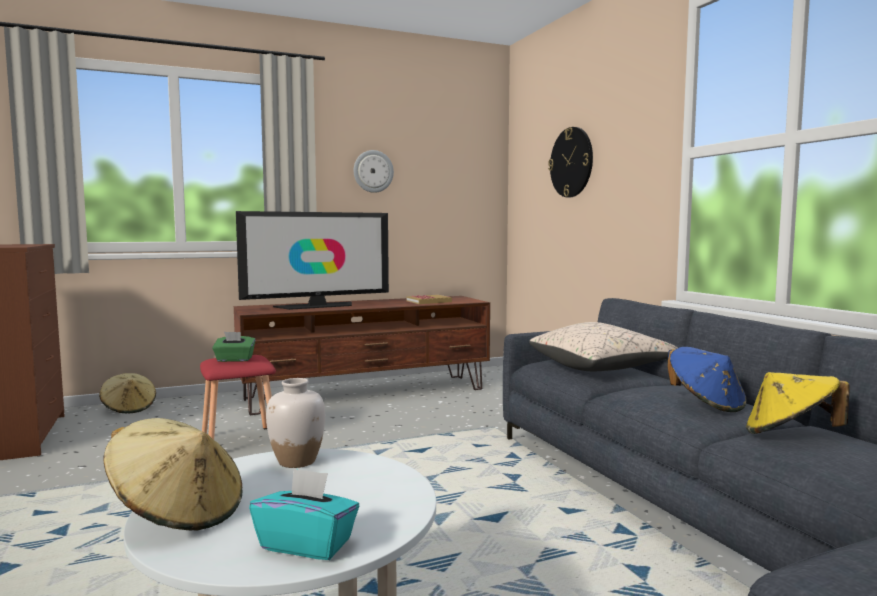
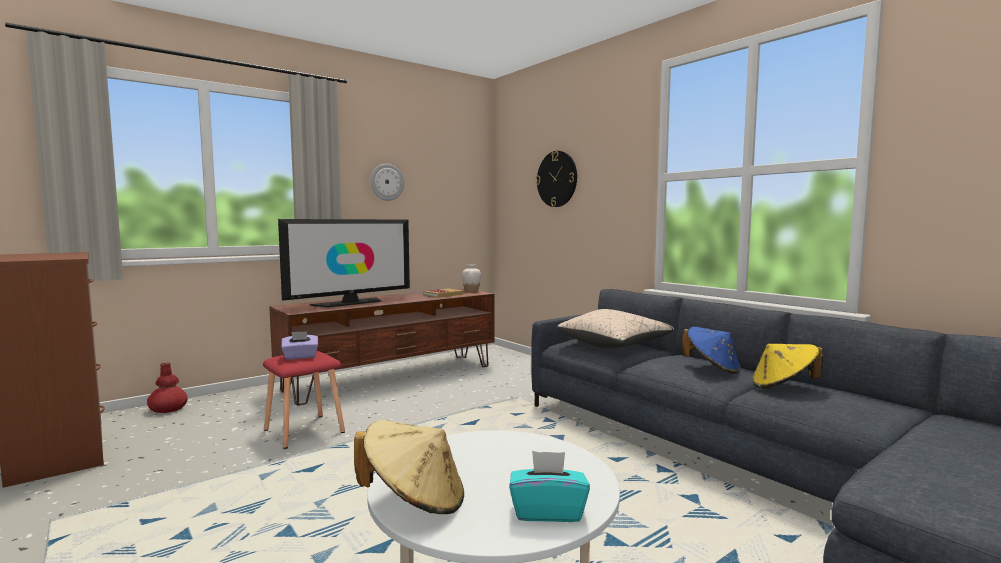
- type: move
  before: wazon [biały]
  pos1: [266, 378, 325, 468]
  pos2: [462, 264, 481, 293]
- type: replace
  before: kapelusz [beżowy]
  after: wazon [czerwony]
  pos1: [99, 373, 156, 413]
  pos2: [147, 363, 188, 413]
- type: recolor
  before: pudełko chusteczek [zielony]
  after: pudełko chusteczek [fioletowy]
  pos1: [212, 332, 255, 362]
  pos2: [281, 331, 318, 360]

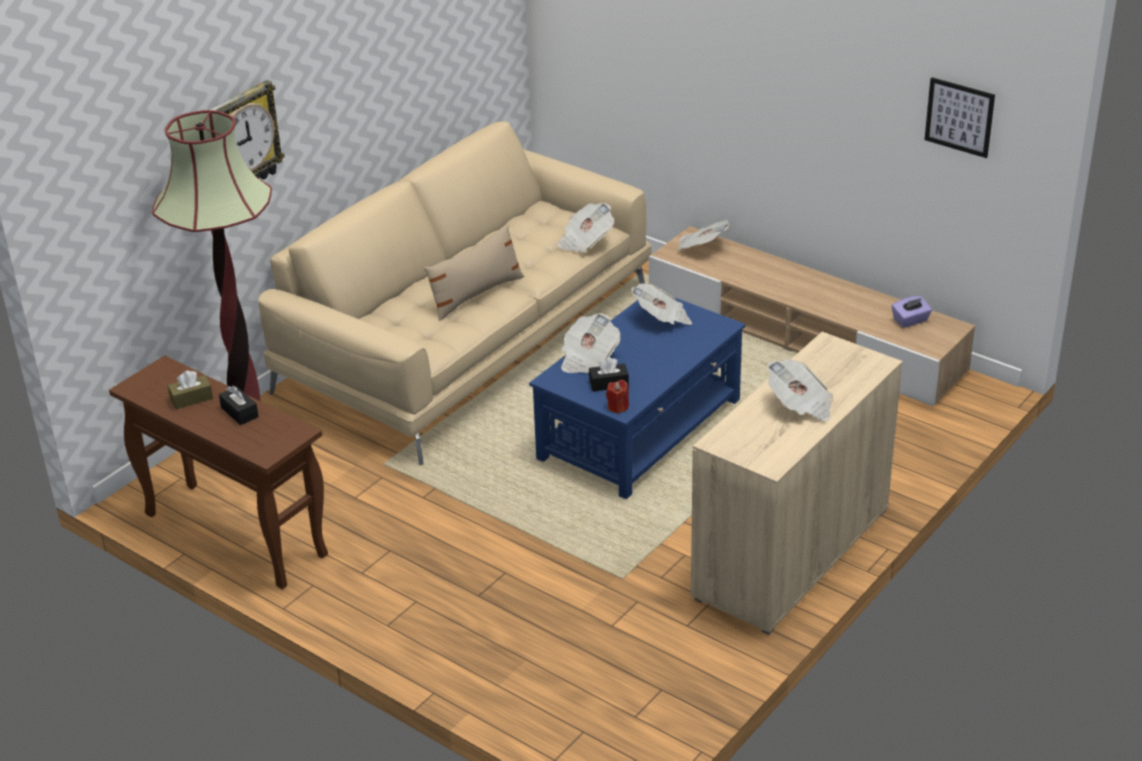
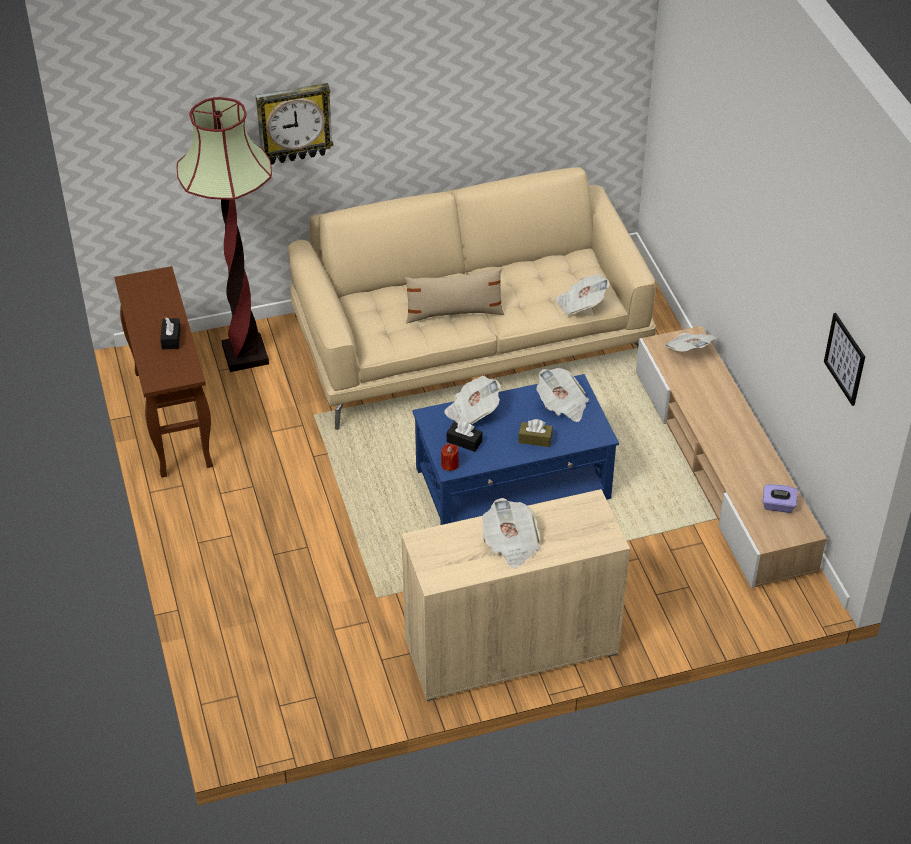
- type: move
  before: pudełko chusteczek [brązowy]
  pos1: [168, 370, 213, 409]
  pos2: [518, 419, 553, 447]

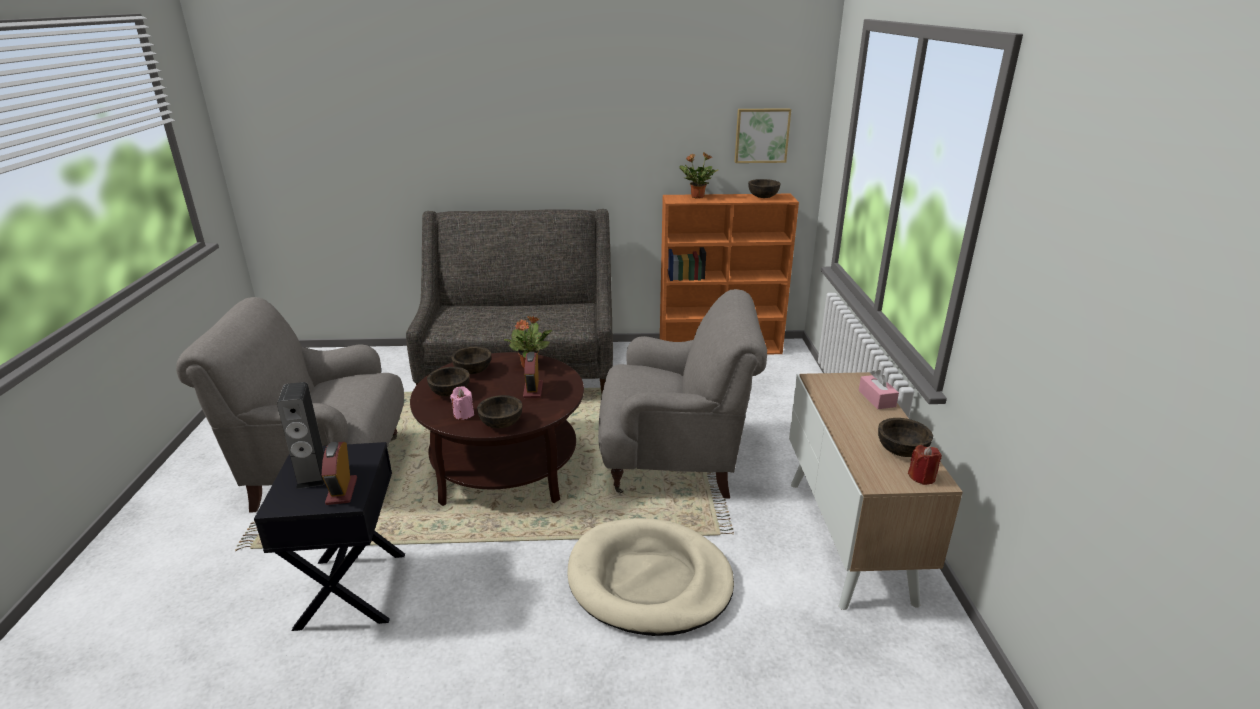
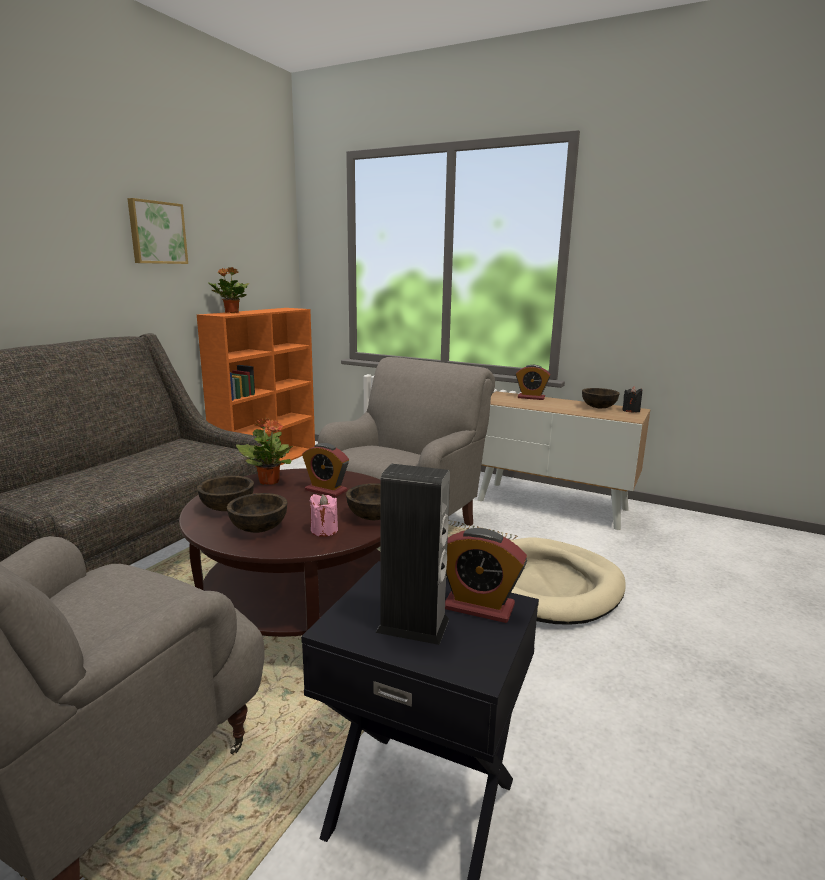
- type: delete
  before: miska [brązowy]
  pos1: [748, 179, 781, 198]
- type: move
  before: obraz
  pos1: [735, 108, 791, 163]
  pos2: [127, 198, 188, 264]
- type: replace
  before: pudełko chusteczek [różowy]
  after: budzik
  pos1: [859, 370, 899, 409]
  pos2: [516, 365, 551, 400]
- type: recolor
  before: świeca [czerwony]
  after: świeca [czarny]
  pos1: [908, 445, 942, 485]
  pos2: [622, 386, 642, 413]

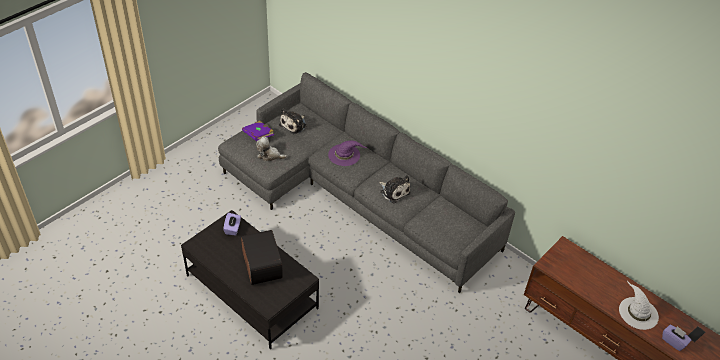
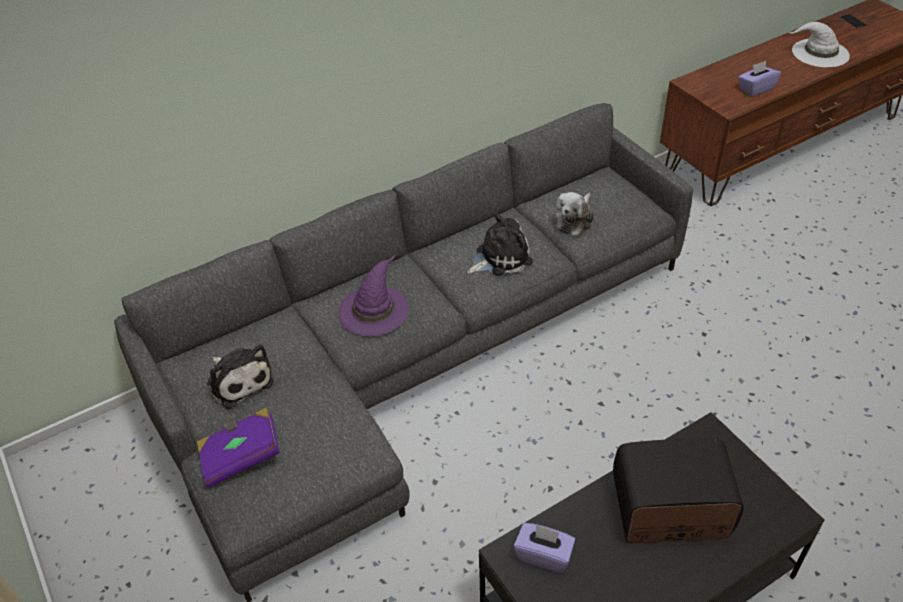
- type: move
  before: pluszak
  pos1: [256, 137, 287, 162]
  pos2: [555, 192, 594, 237]
- type: move
  before: pudełko chusteczek [fioletowy]
  pos1: [662, 325, 691, 351]
  pos2: [738, 61, 781, 97]

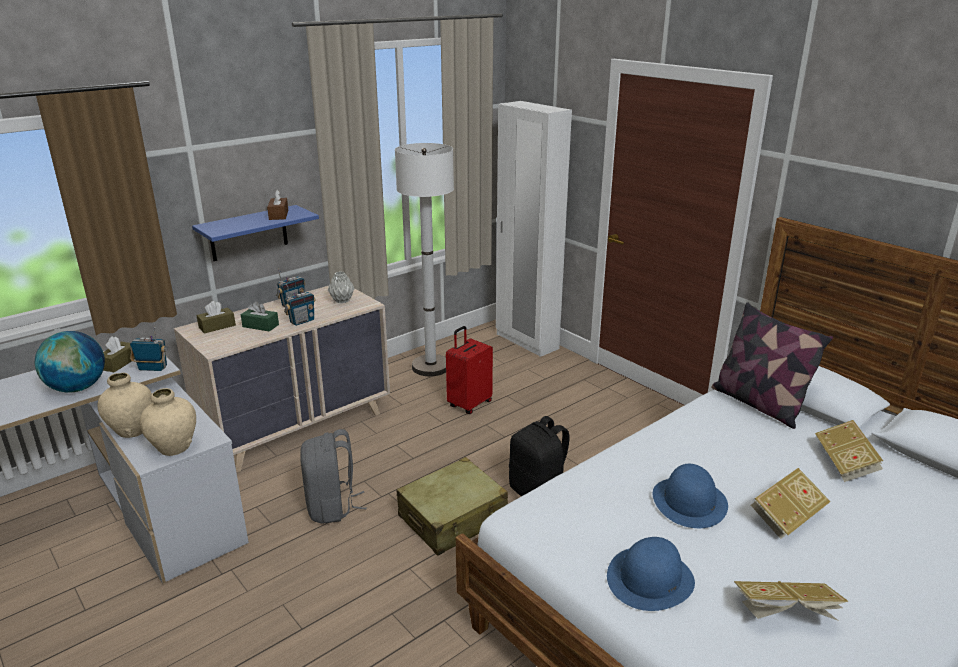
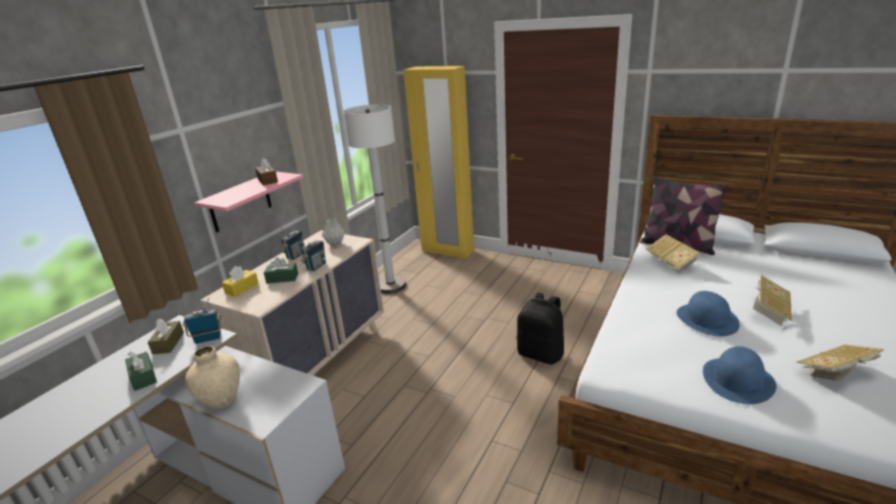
- type: delete
  before: wazon [beżowy]
  pos1: [140, 388, 196, 456]
- type: delete
  before: plecak [szary]
  pos1: [300, 429, 367, 523]
- type: delete
  before: walizka [beżowy]
  pos1: [397, 457, 508, 556]
- type: delete
  before: walizka [czerwony]
  pos1: [446, 326, 493, 414]
- type: move
  before: książka
  pos1: [815, 420, 883, 482]
  pos2: [646, 234, 700, 274]
- type: replace
  before: globus
  after: pudełko chusteczek [zielony]
  pos1: [35, 331, 105, 392]
  pos2: [125, 351, 157, 391]
- type: recolor
  before: półka [niebieski]
  after: półka [różowy]
  pos1: [192, 205, 319, 261]
  pos2: [194, 172, 304, 233]
- type: recolor
  before: pudełko chusteczek [brązowy]
  after: pudełko chusteczek [żółty]
  pos1: [197, 301, 236, 334]
  pos2: [222, 266, 259, 297]
- type: recolor
  before: szafa [biały]
  after: szafa [żółty]
  pos1: [496, 101, 572, 357]
  pos2: [403, 66, 474, 259]

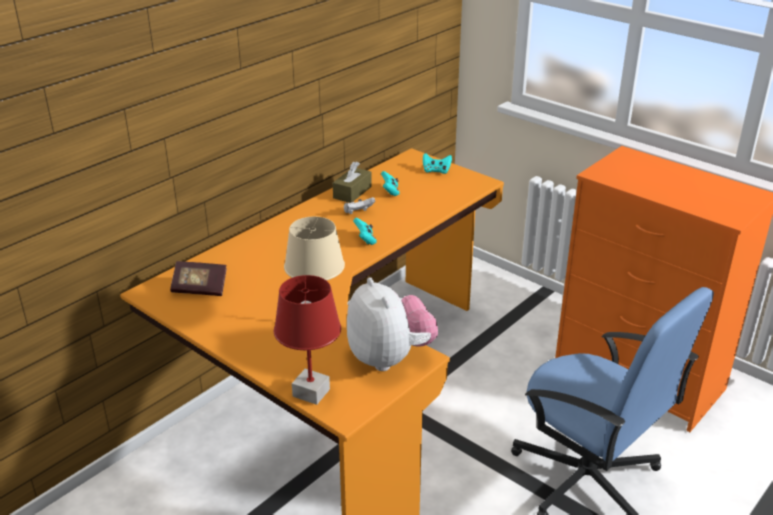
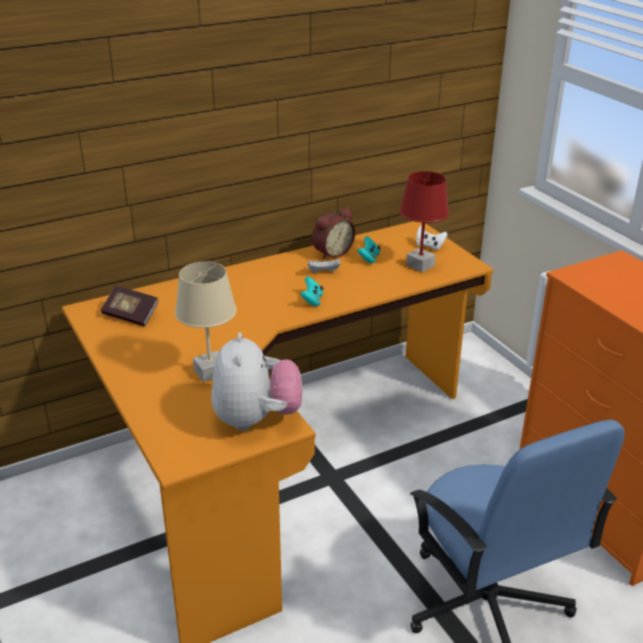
- type: move
  before: lampa stołowa [czerwony]
  pos1: [274, 275, 341, 405]
  pos2: [399, 171, 449, 272]
- type: replace
  before: pudełko chusteczek [brązowy]
  after: budzik
  pos1: [333, 161, 372, 203]
  pos2: [312, 208, 355, 260]
- type: recolor
  before: pad do gier [turkusowy]
  after: pad do gier [biały]
  pos1: [423, 153, 452, 174]
  pos2: [416, 226, 447, 250]

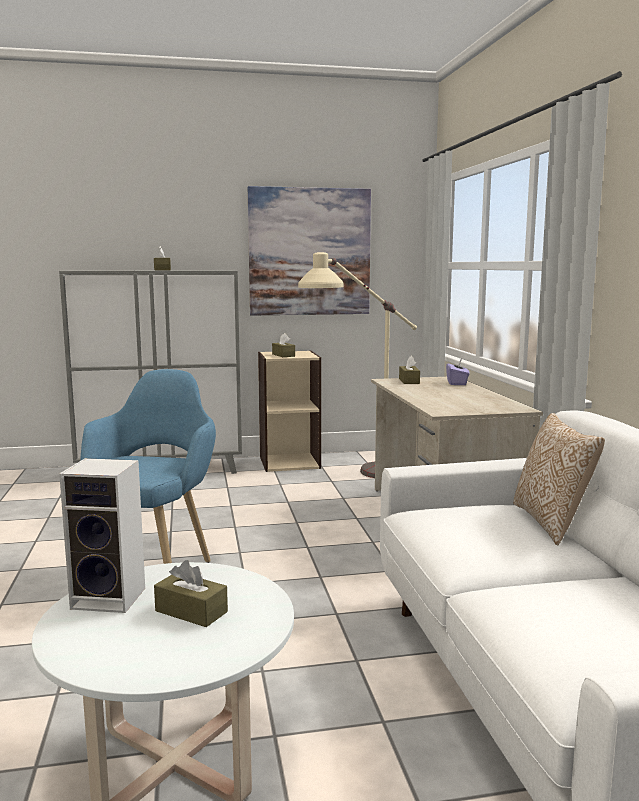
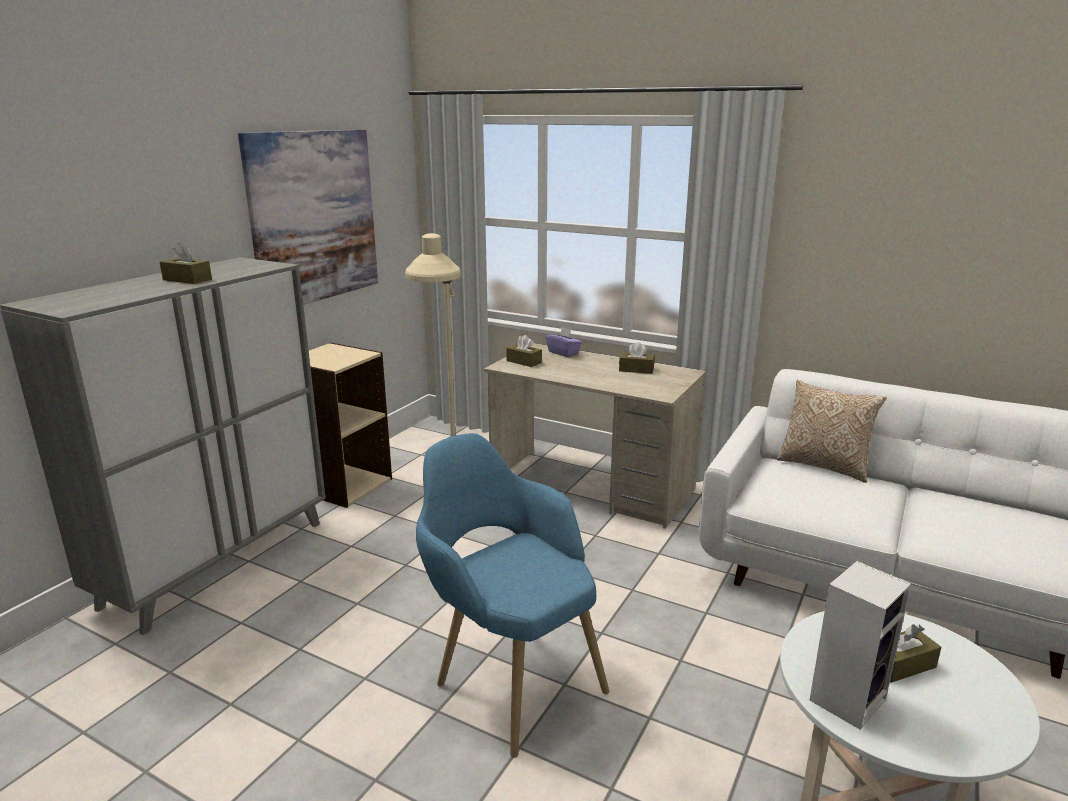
- type: move
  before: pudełko chusteczek [brązowy]
  pos1: [272, 333, 295, 357]
  pos2: [619, 342, 655, 374]

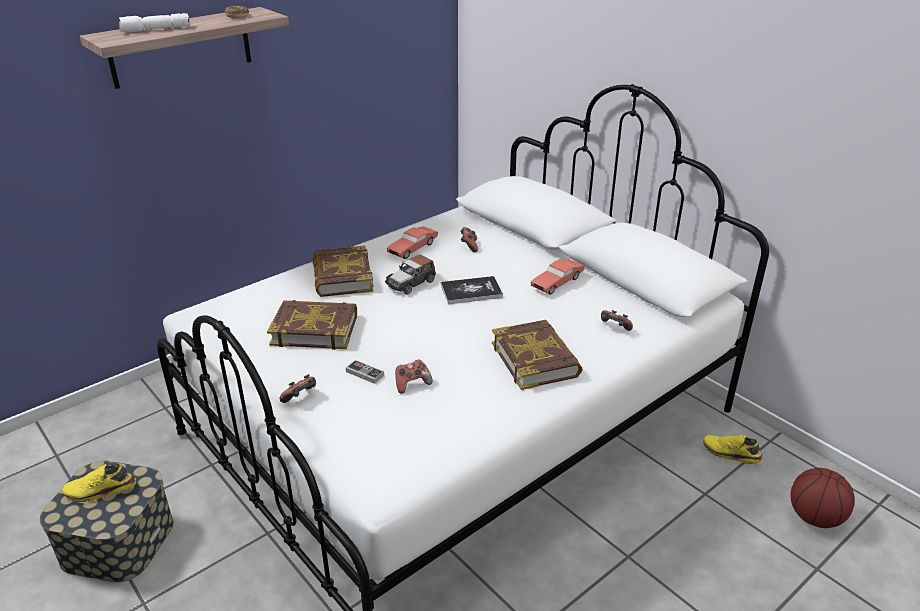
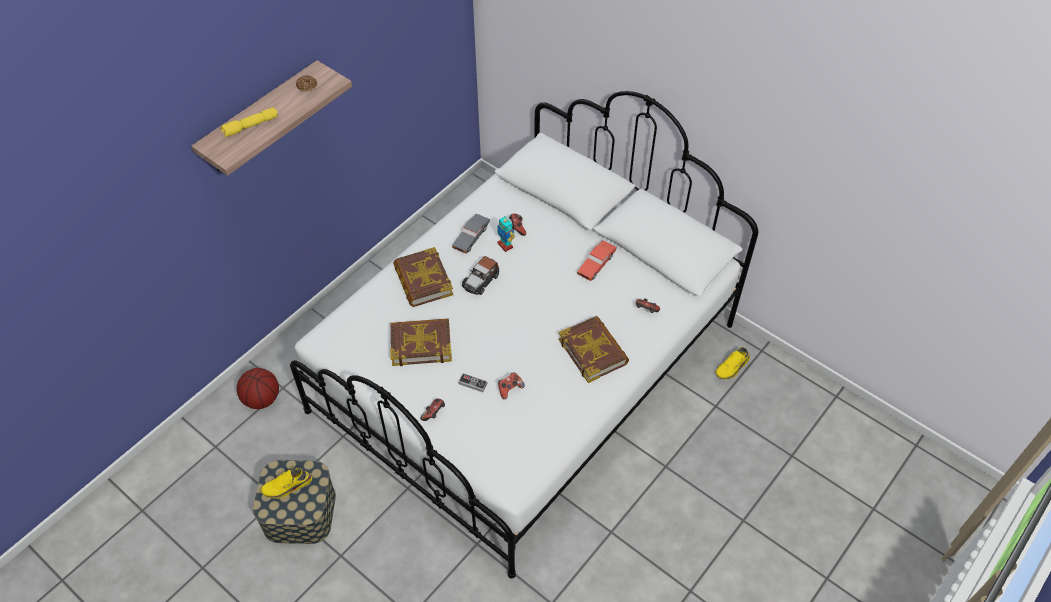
- type: delete
  before: książka
  pos1: [441, 276, 503, 304]
- type: insert
  after: robot zabawkowy
  pos2: [497, 217, 515, 252]
- type: move
  before: piłka do koszykówki
  pos1: [790, 468, 855, 528]
  pos2: [237, 368, 279, 409]
- type: recolor
  before: latarka [biały]
  after: latarka [żółty]
  pos1: [119, 13, 190, 32]
  pos2: [221, 107, 278, 137]
- type: recolor
  before: samochodzik [czerwony]
  after: samochodzik [szary]
  pos1: [387, 226, 438, 259]
  pos2: [452, 214, 490, 254]
- type: rotate
  before: but [żółty]
  pos1: [703, 435, 762, 464]
  pos2: [716, 347, 750, 380]
  turn: -60

